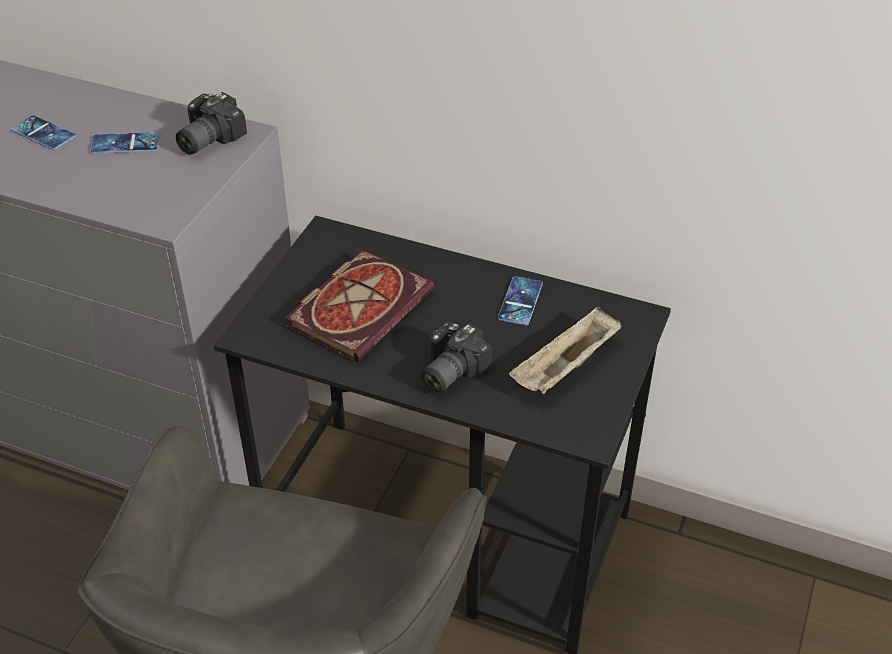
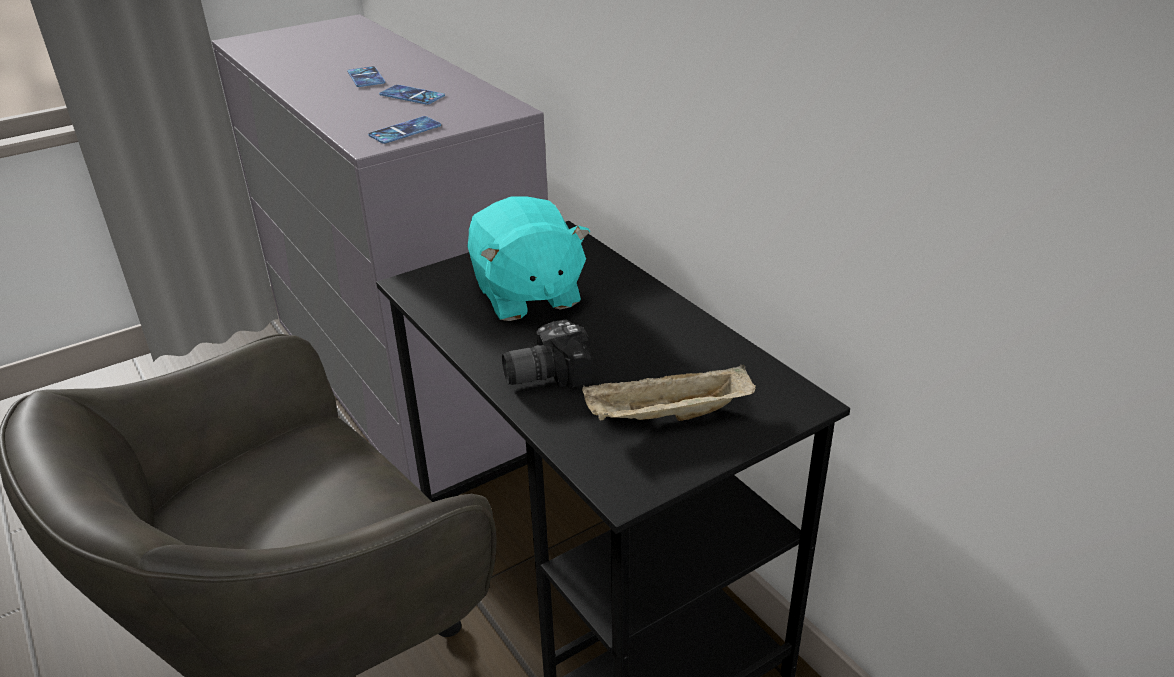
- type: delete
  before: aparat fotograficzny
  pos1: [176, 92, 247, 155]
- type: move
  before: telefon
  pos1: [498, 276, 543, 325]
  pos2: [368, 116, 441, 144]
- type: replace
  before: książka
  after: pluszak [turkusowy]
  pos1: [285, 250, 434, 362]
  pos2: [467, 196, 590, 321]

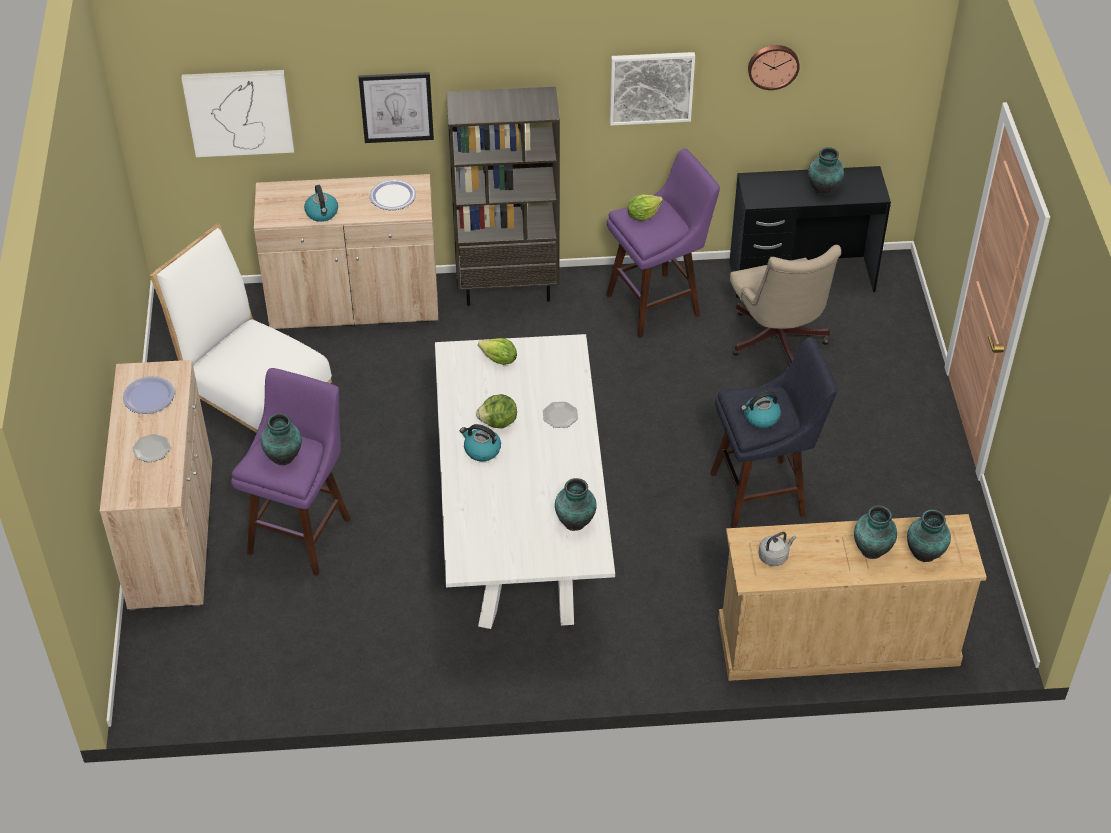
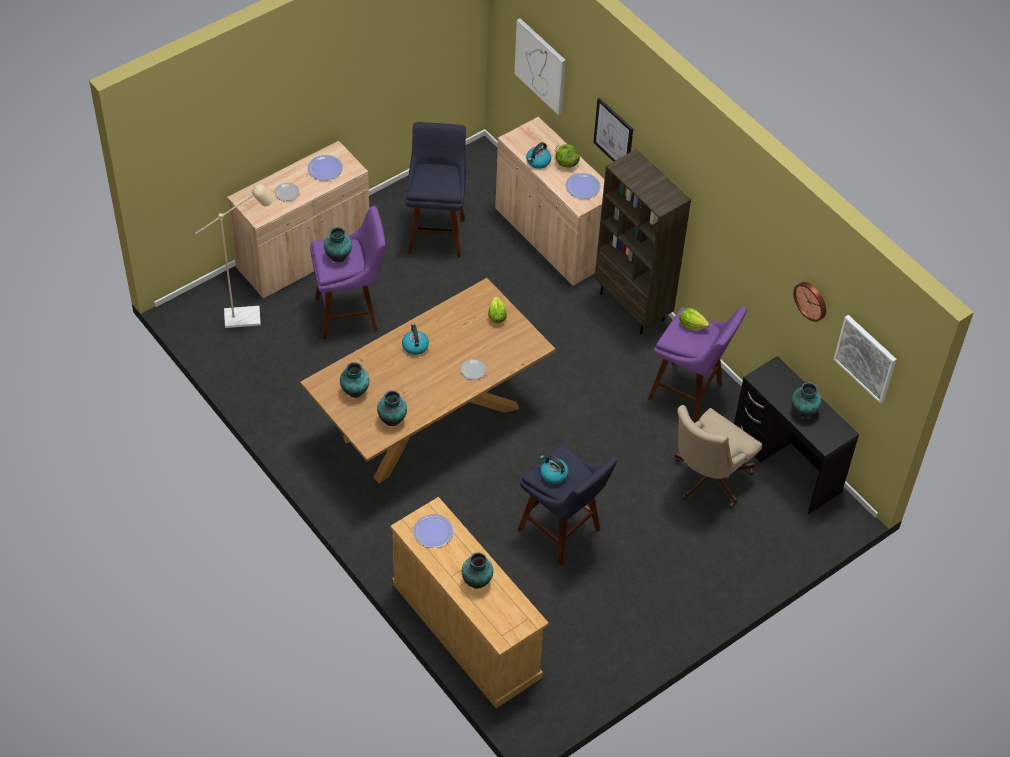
- type: insert
  after: lampa stojąca [beżowy]
  pos2: [195, 184, 275, 328]
- type: move
  before: sałata
  pos1: [476, 394, 517, 429]
  pos2: [555, 144, 580, 168]
- type: move
  before: obraz
  pos1: [610, 52, 695, 126]
  pos2: [834, 315, 897, 403]
- type: move
  before: wazon
  pos1: [907, 509, 951, 562]
  pos2: [340, 362, 369, 398]
- type: replace
  before: krzesło [biały]
  after: stołek [niebieski]
  pos1: [150, 223, 332, 433]
  pos2: [405, 122, 466, 258]
- type: replace
  before: czajnik [szary]
  after: talerz
  pos1: [758, 532, 796, 566]
  pos2: [413, 514, 453, 548]
- type: recolor
  before: stół jadalny [biały]
  after: stół jadalny [brązowy]
  pos1: [435, 334, 615, 629]
  pos2: [300, 278, 556, 483]

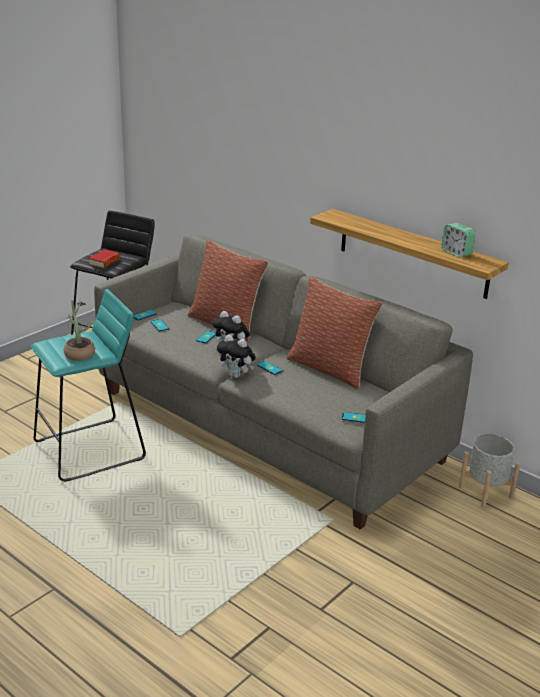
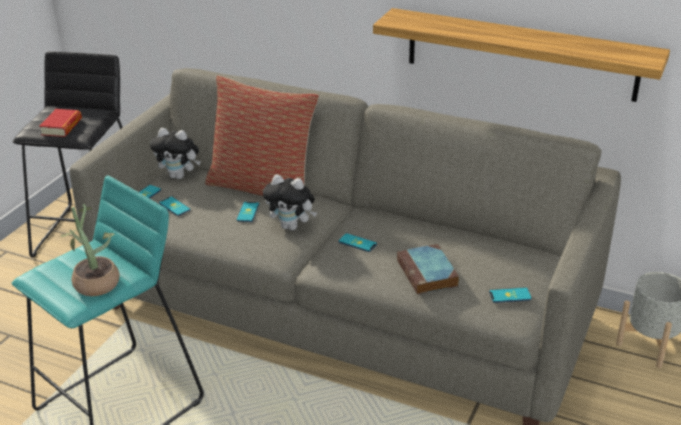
- type: delete
  before: poduszka
  pos1: [287, 277, 383, 389]
- type: delete
  before: budzik
  pos1: [441, 223, 476, 258]
- type: insert
  after: książka
  pos2: [397, 244, 459, 294]
- type: move
  before: pluszak
  pos1: [217, 334, 256, 378]
  pos2: [150, 128, 201, 179]

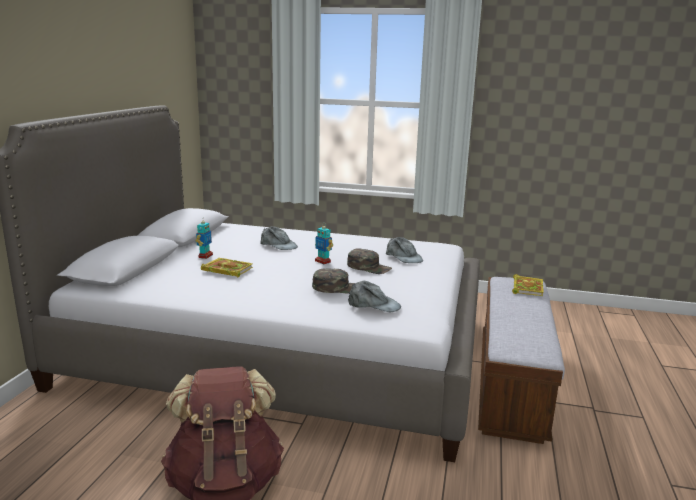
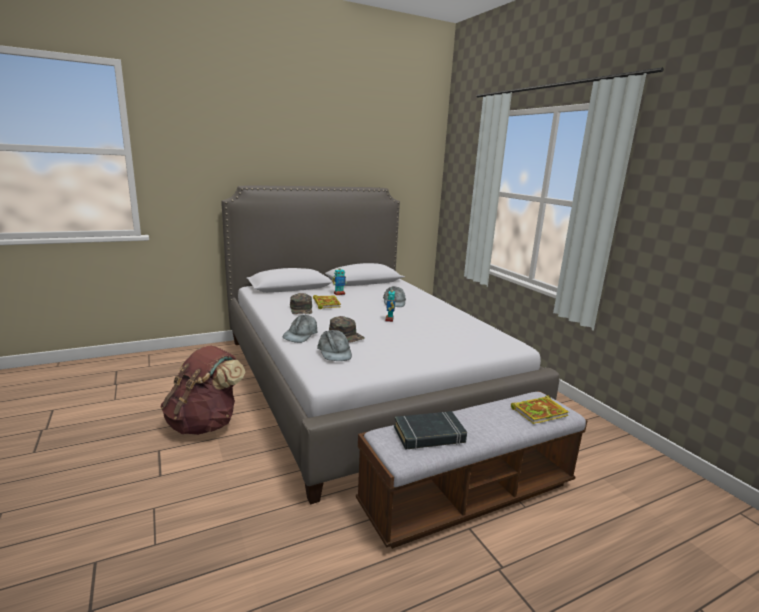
- type: insert
  after: książka [czarny]
  pos2: [394, 411, 467, 450]
- type: move
  before: czapka z daszkiem [zielony]
  pos1: [347, 248, 392, 274]
  pos2: [290, 293, 312, 314]
- type: move
  before: czapka z daszkiem [szary]
  pos1: [386, 237, 423, 263]
  pos2: [283, 315, 317, 343]

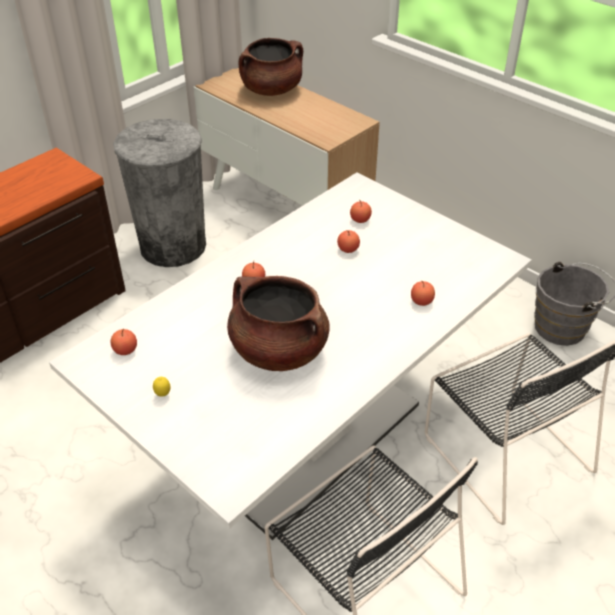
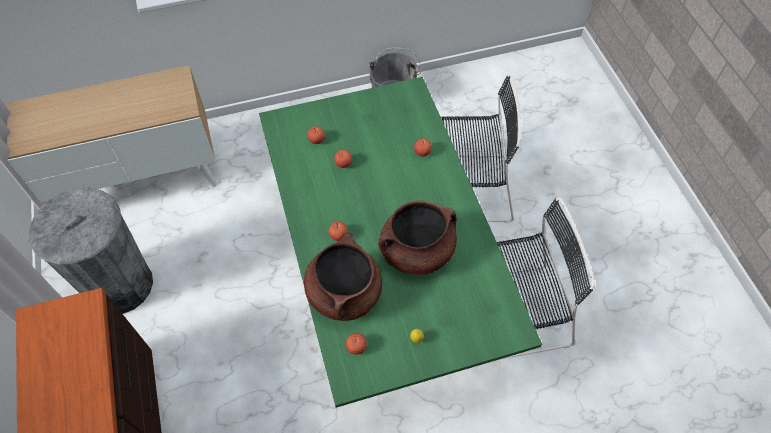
- type: move
  before: garnek [brązowy]
  pos1: [238, 38, 303, 96]
  pos2: [304, 233, 382, 321]
- type: recolor
  before: stół jadalny [biały]
  after: stół jadalny [zielony]
  pos1: [49, 172, 532, 540]
  pos2: [259, 77, 542, 408]

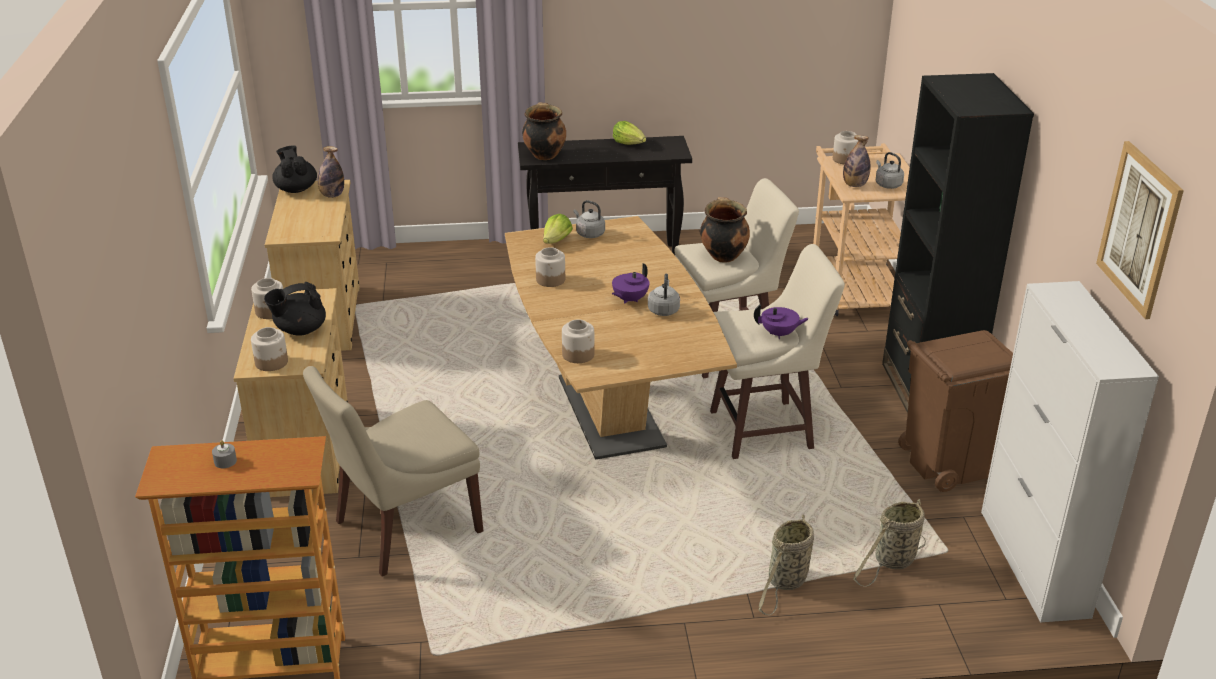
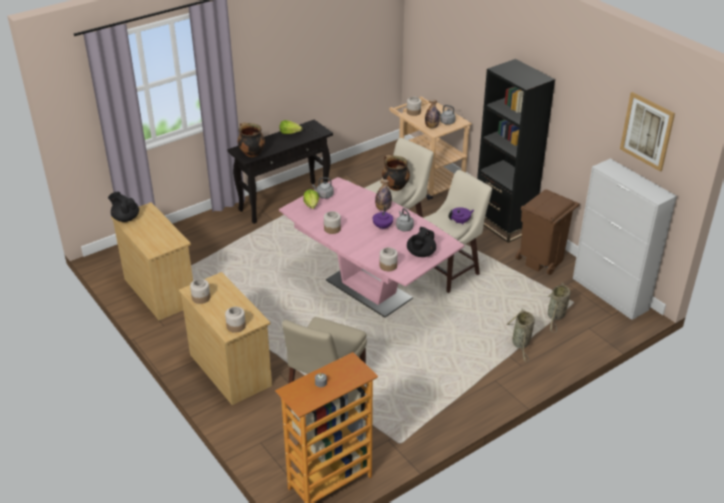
- type: move
  before: imbryk [czarny]
  pos1: [264, 282, 326, 336]
  pos2: [407, 227, 436, 257]
- type: move
  before: butelka
  pos1: [318, 146, 344, 198]
  pos2: [375, 179, 392, 211]
- type: recolor
  before: stół jadalny [brązowy]
  after: stół jadalny [różowy]
  pos1: [505, 216, 737, 460]
  pos2: [279, 177, 464, 318]

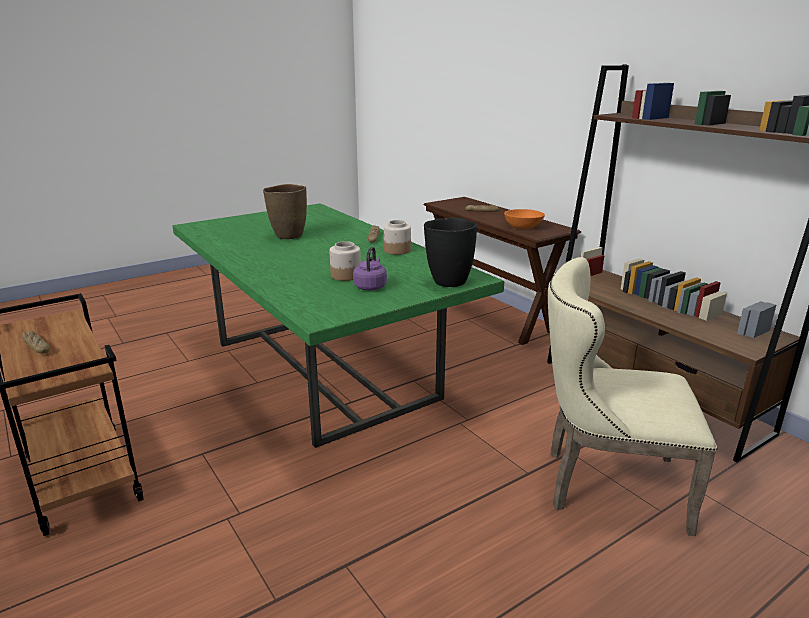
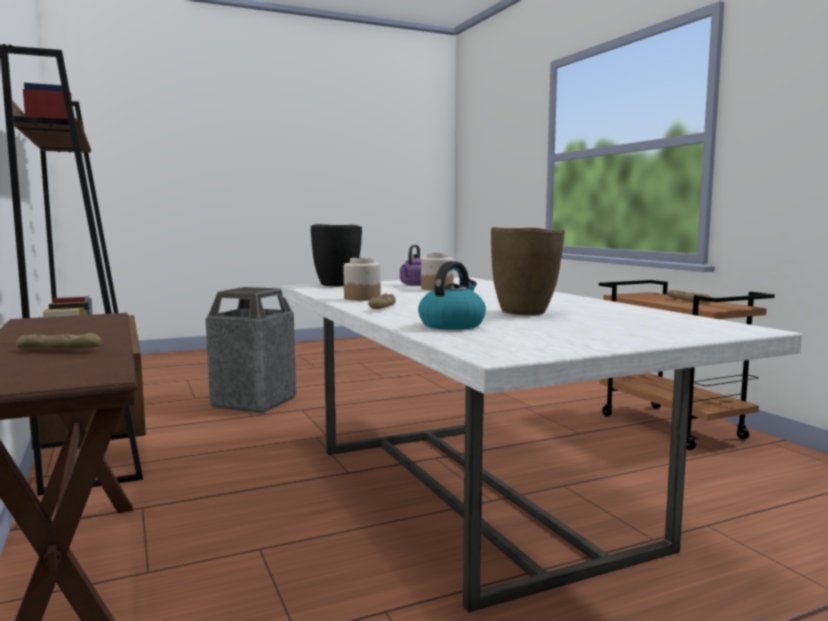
- type: delete
  before: miska [pomarańczowy]
  pos1: [504, 209, 545, 229]
- type: insert
  after: czajnik
  pos2: [418, 261, 486, 330]
- type: replace
  before: krzesło [beżowy]
  after: kosz na śmieci
  pos1: [548, 257, 717, 536]
  pos2: [206, 287, 296, 413]
- type: recolor
  before: stół jadalny [zielony]
  after: stół jadalny [biały]
  pos1: [172, 203, 504, 448]
  pos2: [282, 277, 802, 613]

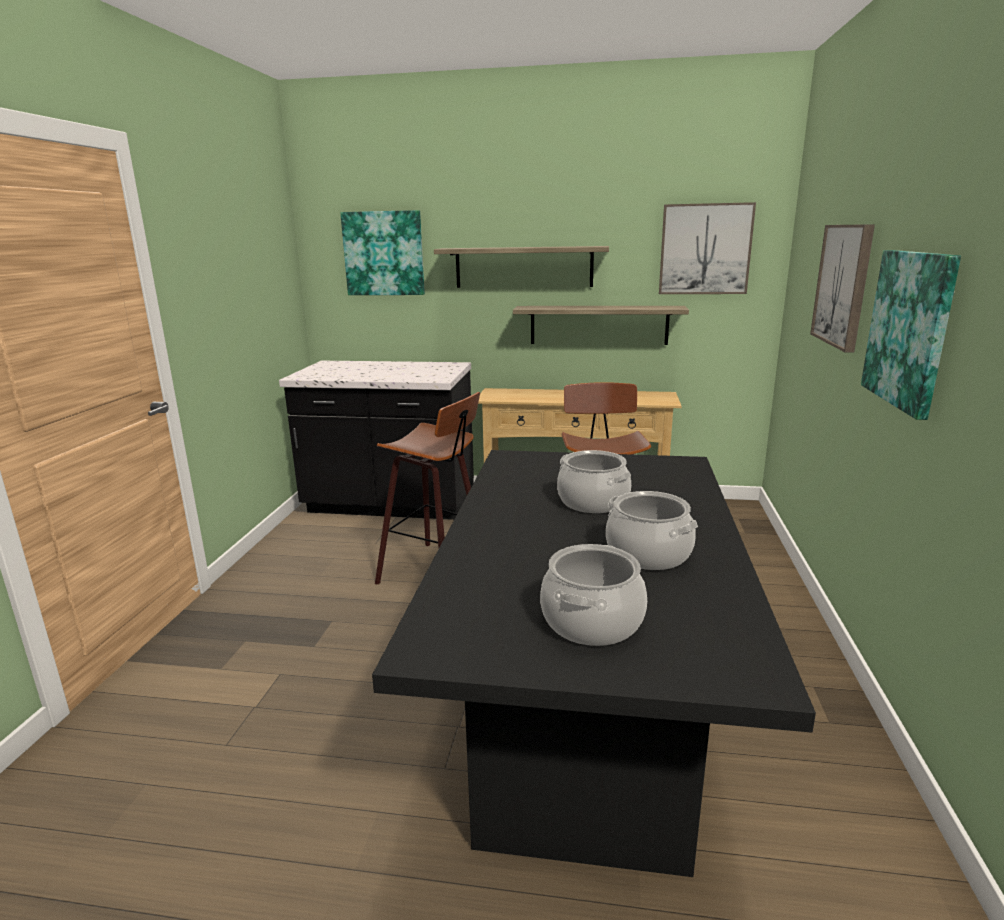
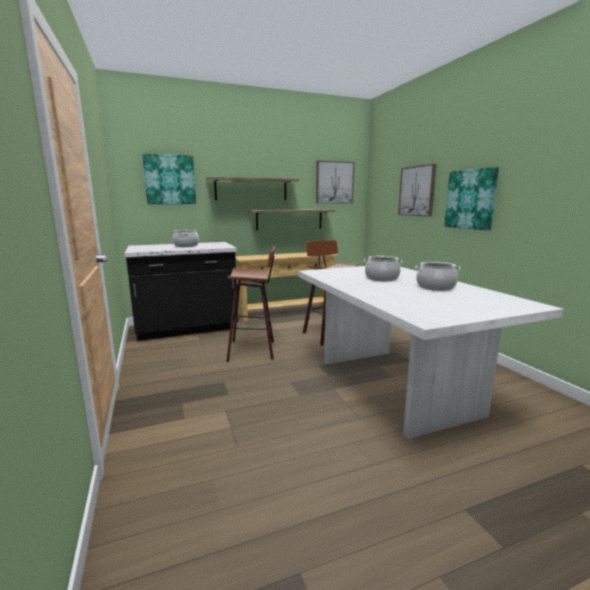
- type: move
  before: garnek
  pos1: [540, 544, 647, 646]
  pos2: [173, 230, 199, 247]
- type: recolor
  before: stół jadalny [czarny]
  after: stół jadalny [biały]
  pos1: [372, 450, 816, 877]
  pos2: [298, 266, 563, 439]

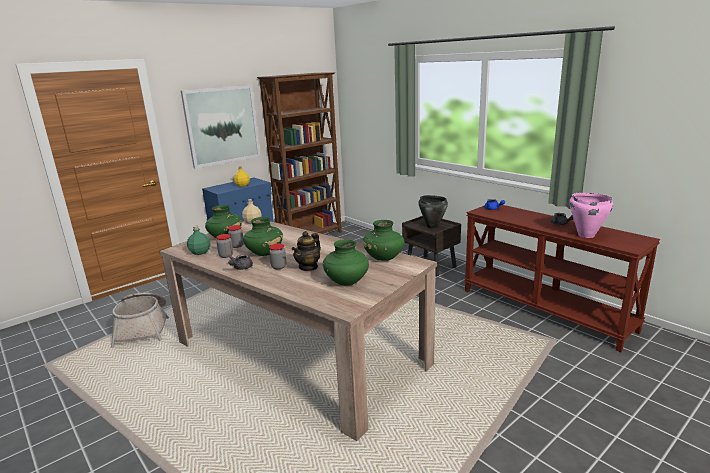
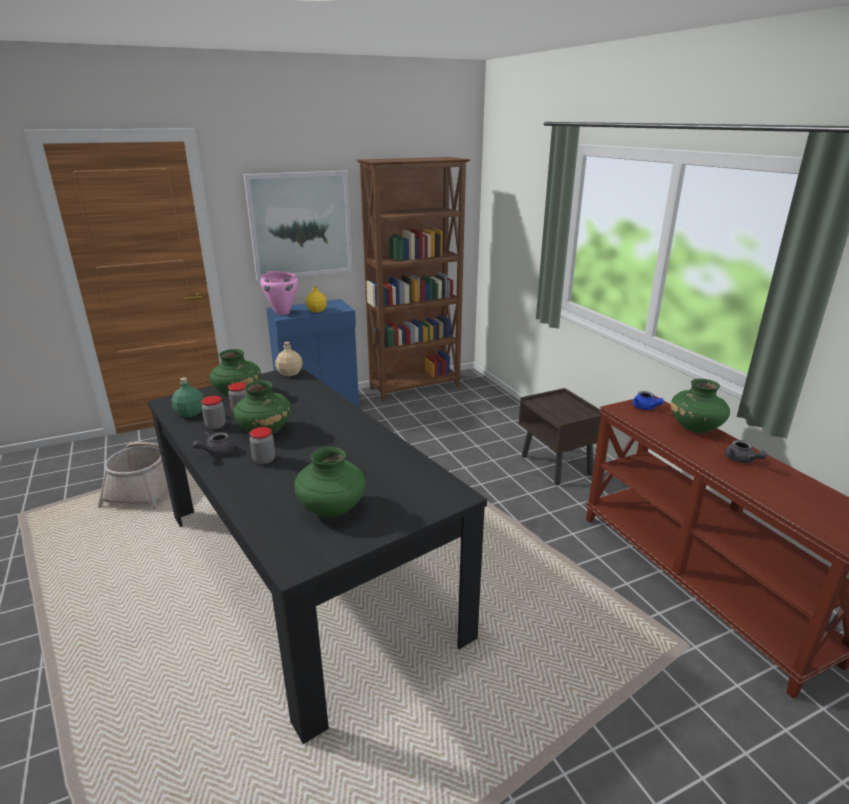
- type: delete
  before: imbryk
  pos1: [292, 231, 321, 271]
- type: delete
  before: garnek [czarny]
  pos1: [419, 195, 448, 229]
- type: move
  before: wazon [zielony]
  pos1: [363, 220, 404, 261]
  pos2: [671, 379, 730, 433]
- type: move
  before: garnek [różowy]
  pos1: [569, 193, 613, 238]
  pos2: [260, 271, 298, 315]
- type: recolor
  before: stół jadalny [beżowy]
  after: stół jadalny [czarny]
  pos1: [159, 221, 437, 441]
  pos2: [148, 368, 487, 744]

